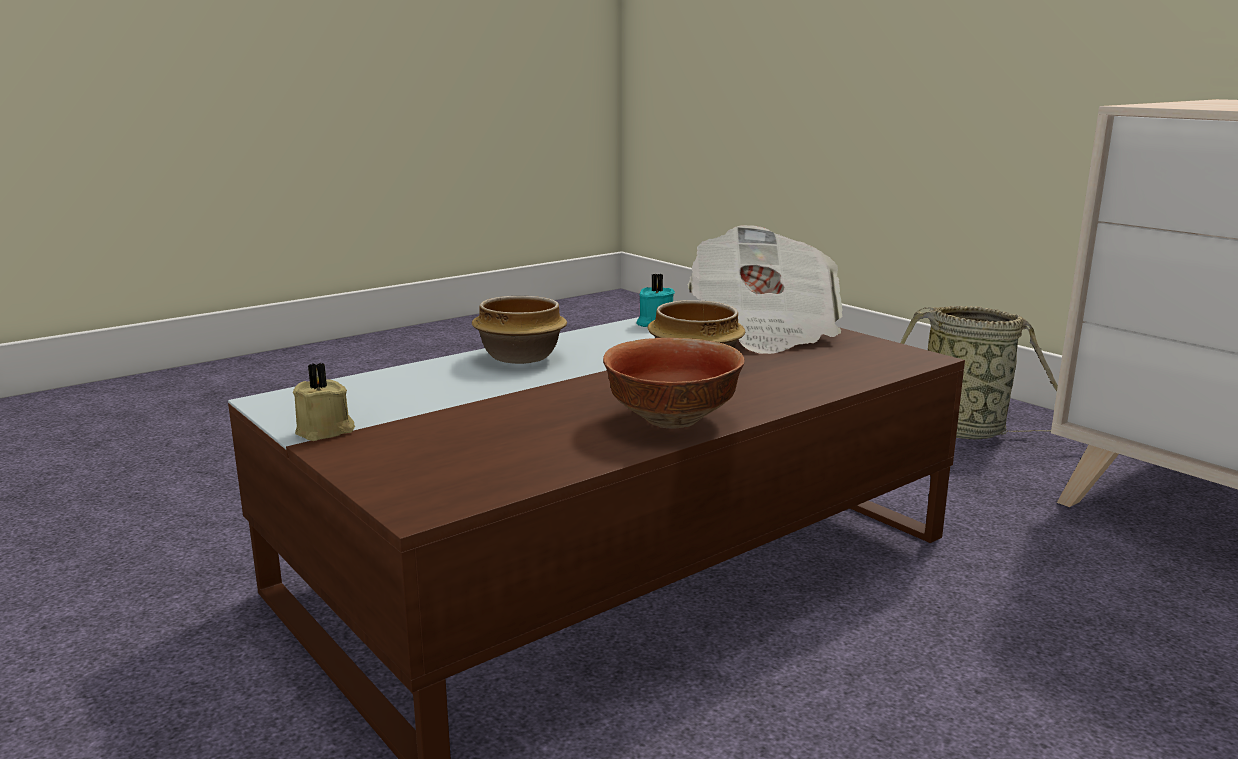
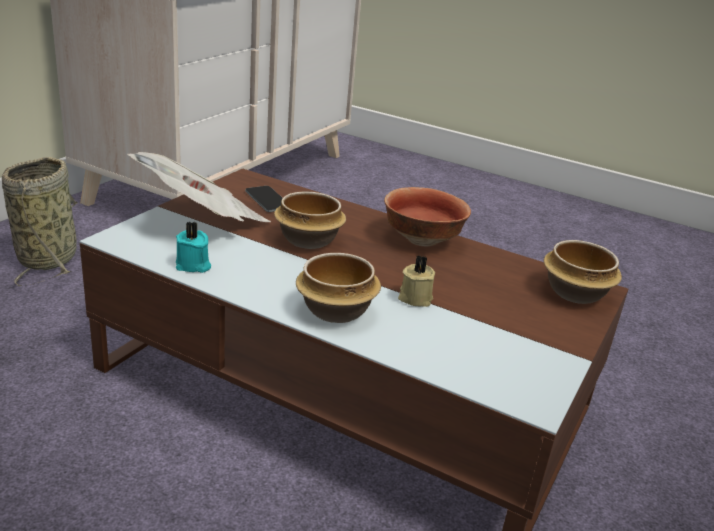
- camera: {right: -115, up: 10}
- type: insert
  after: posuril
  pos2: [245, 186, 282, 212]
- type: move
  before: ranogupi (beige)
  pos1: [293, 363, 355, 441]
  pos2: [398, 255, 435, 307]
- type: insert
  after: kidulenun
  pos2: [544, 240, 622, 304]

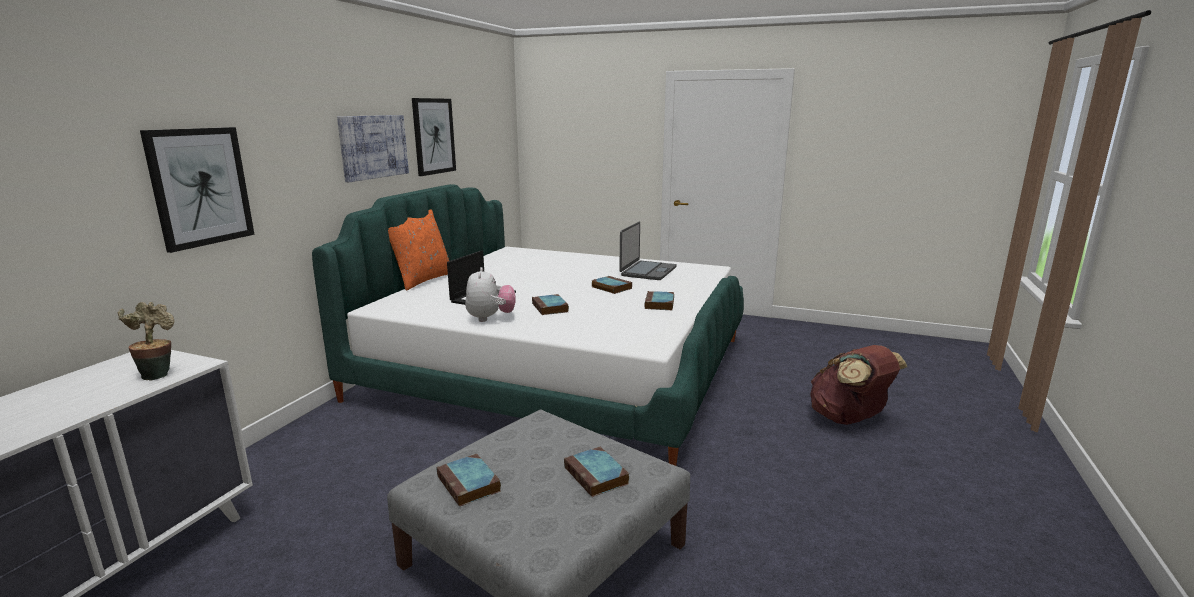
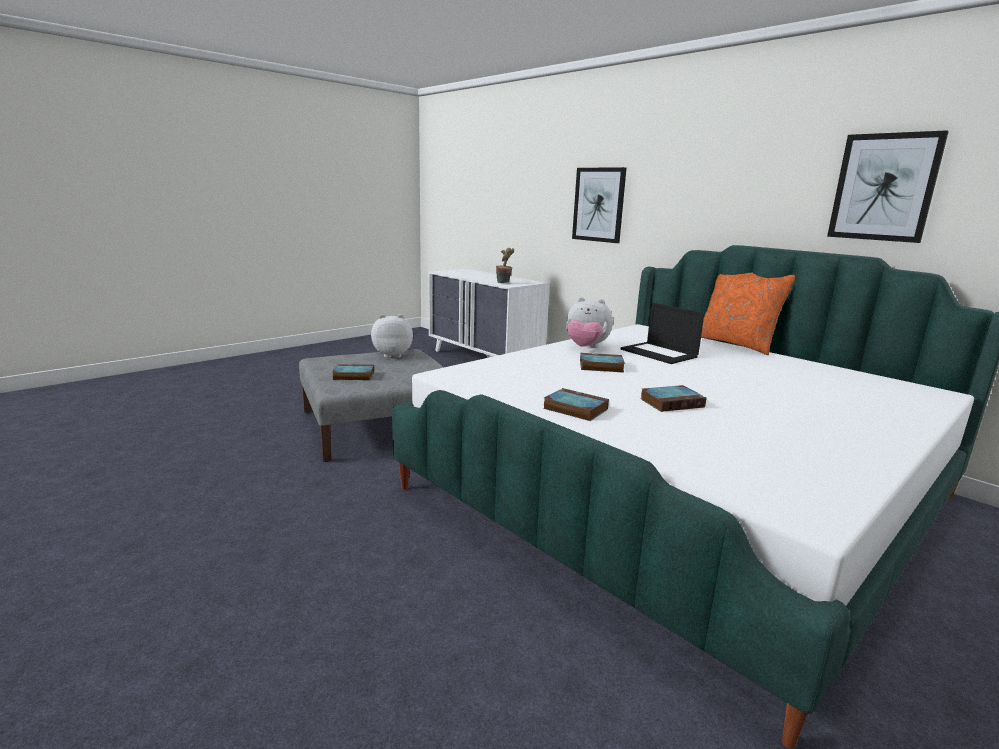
- camera: {right: 115, up: 0}
- type: replace
  before: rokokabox
  after: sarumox
  pos1: [437, 454, 501, 507]
  pos2: [371, 314, 413, 358]
- type: delete
  before: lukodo
  pos1: [337, 115, 409, 182]
- type: delete
  before: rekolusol
  pos1: [619, 222, 677, 280]
- type: delete
  before: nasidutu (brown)
  pos1: [811, 345, 907, 425]

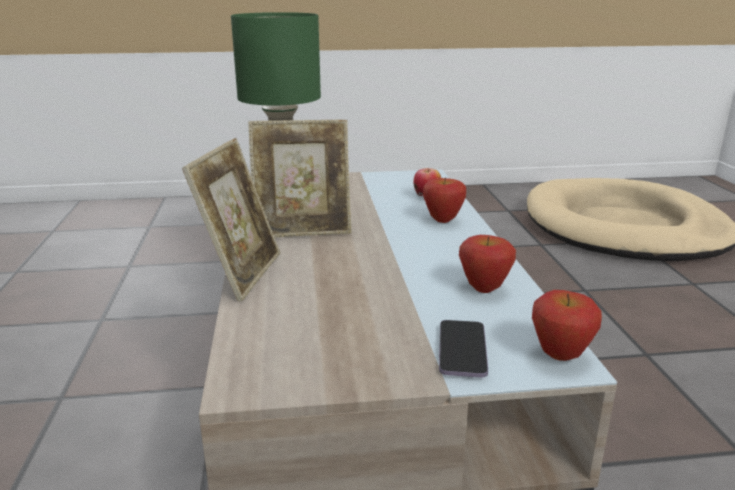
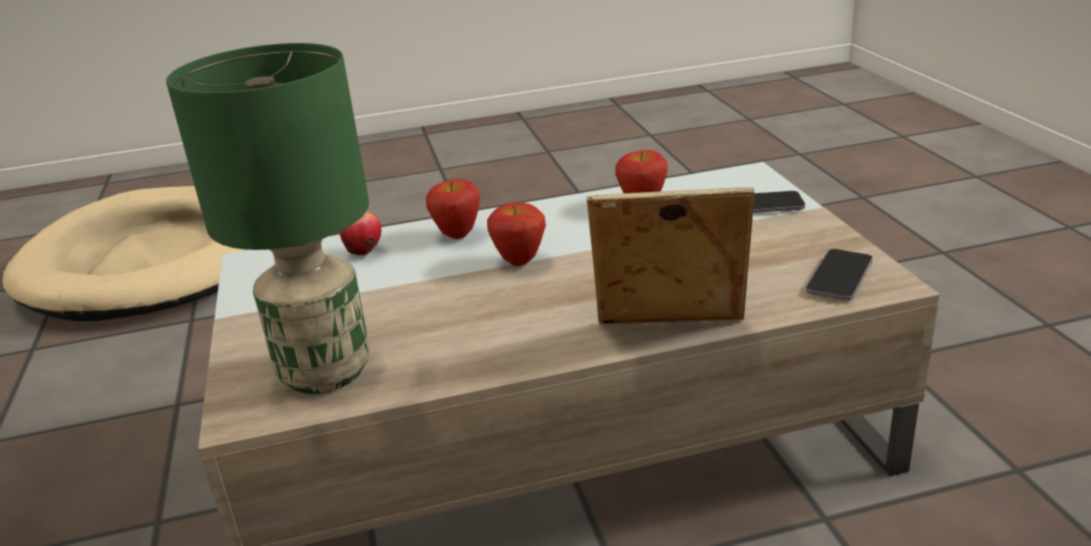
- camera: {right: -95, up: 5}
- type: move
  before: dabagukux
  pos1: [532, 290, 602, 361]
  pos2: [487, 203, 546, 266]
- type: insert
  after: posuril
  pos2: [806, 249, 873, 301]
- type: delete
  before: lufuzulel
  pos1: [248, 120, 352, 238]

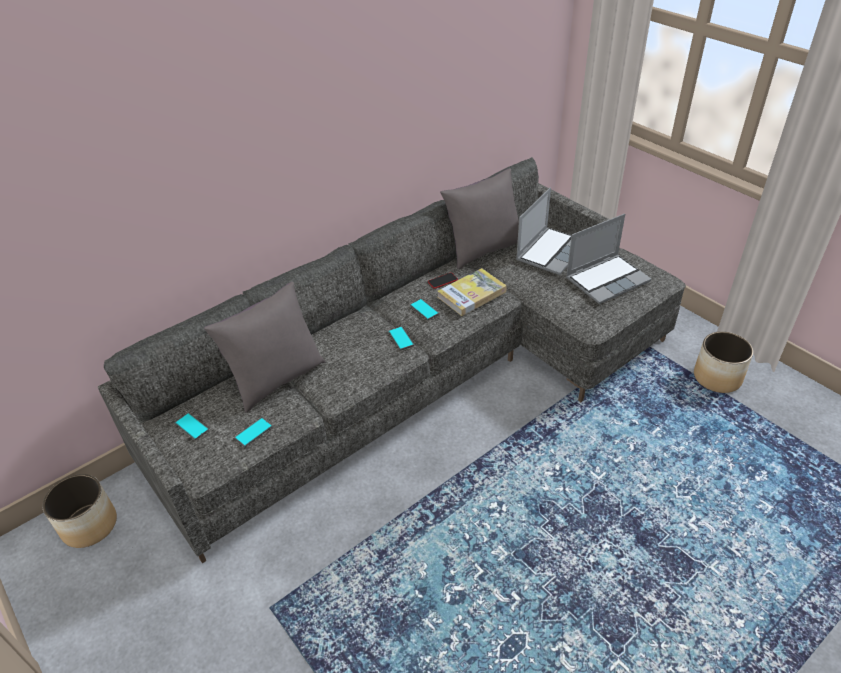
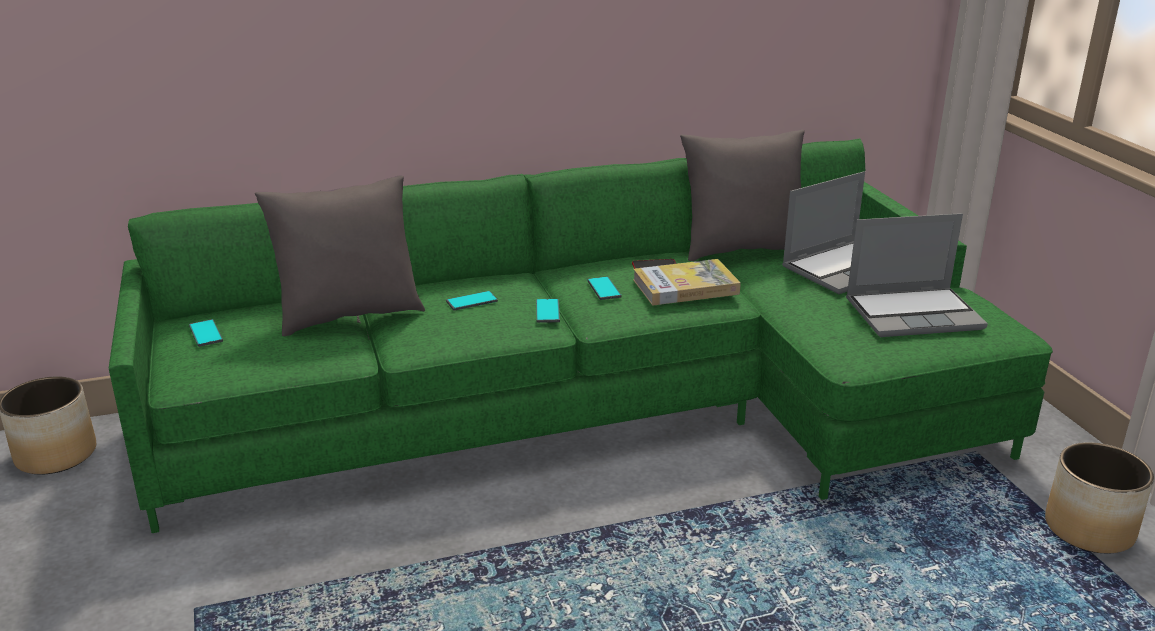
- camera: {right: 20, up: -15}
- type: recolor
  before: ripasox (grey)
  after: ripasox (green)
  pos1: [98, 157, 686, 563]
  pos2: [109, 138, 1053, 533]
- type: move
  before: posuril
  pos1: [234, 418, 272, 447]
  pos2: [446, 291, 498, 311]

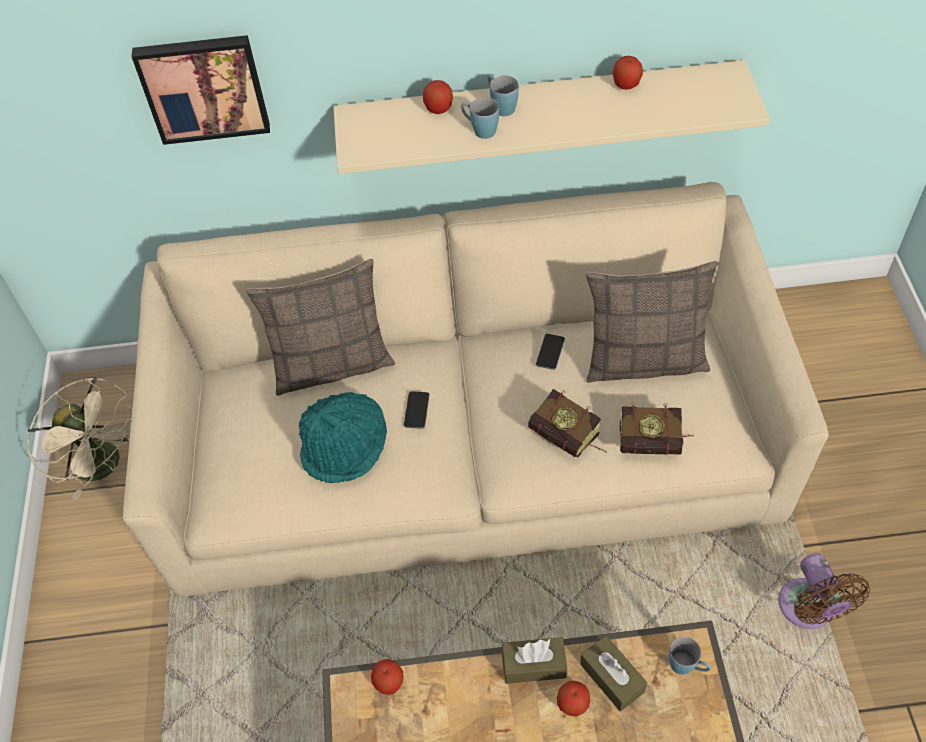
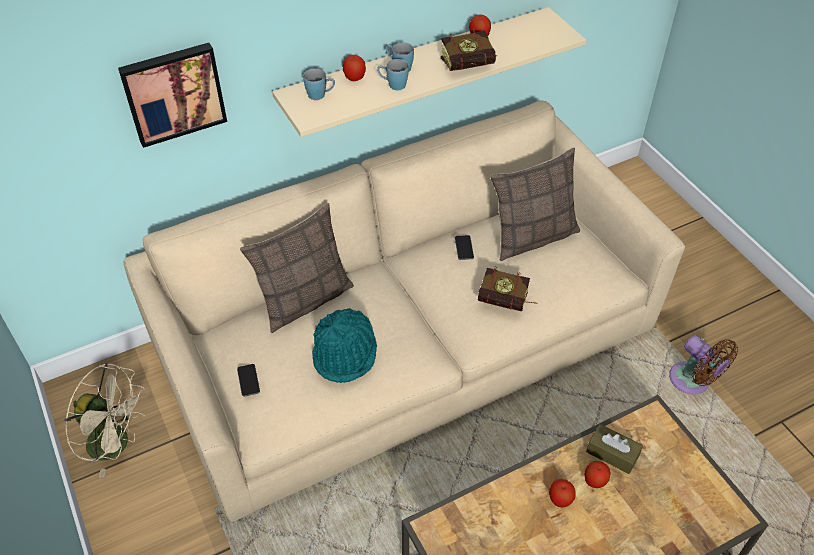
- camera: {right: -25, up: -5}
- type: move
  before: posuril
  pos1: [404, 391, 429, 429]
  pos2: [237, 364, 260, 397]
- type: move
  before: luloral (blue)
  pos1: [669, 637, 711, 675]
  pos2: [303, 68, 335, 100]
- type: move
  before: rokokabox
  pos1: [620, 403, 694, 455]
  pos2: [441, 29, 497, 71]
- type: move
  before: dabagukux
  pos1: [371, 659, 404, 695]
  pos2: [549, 479, 575, 507]
- type: delete
  before: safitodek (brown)
  pos1: [502, 637, 567, 684]

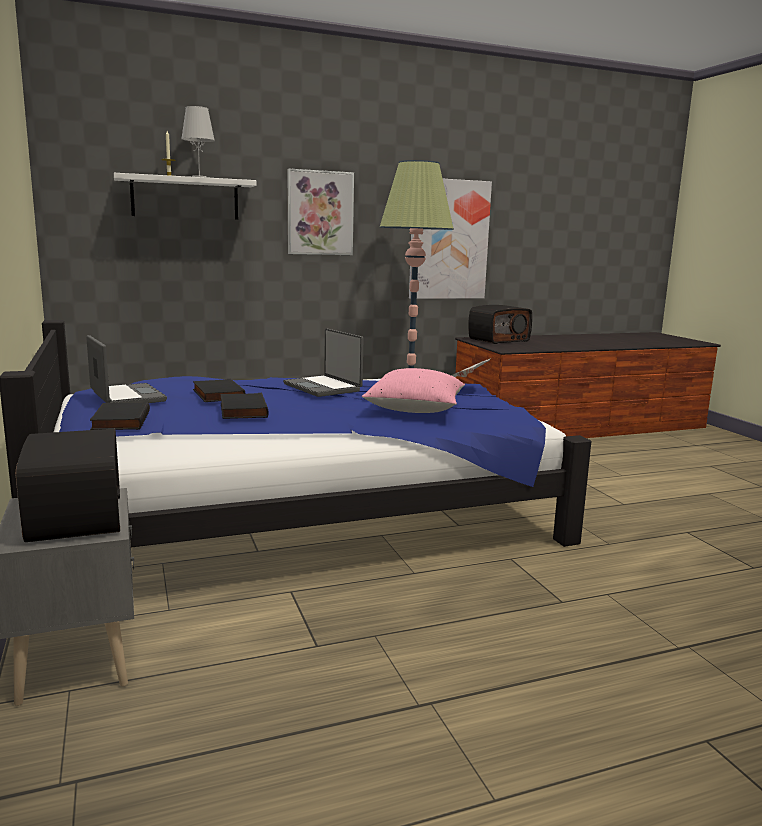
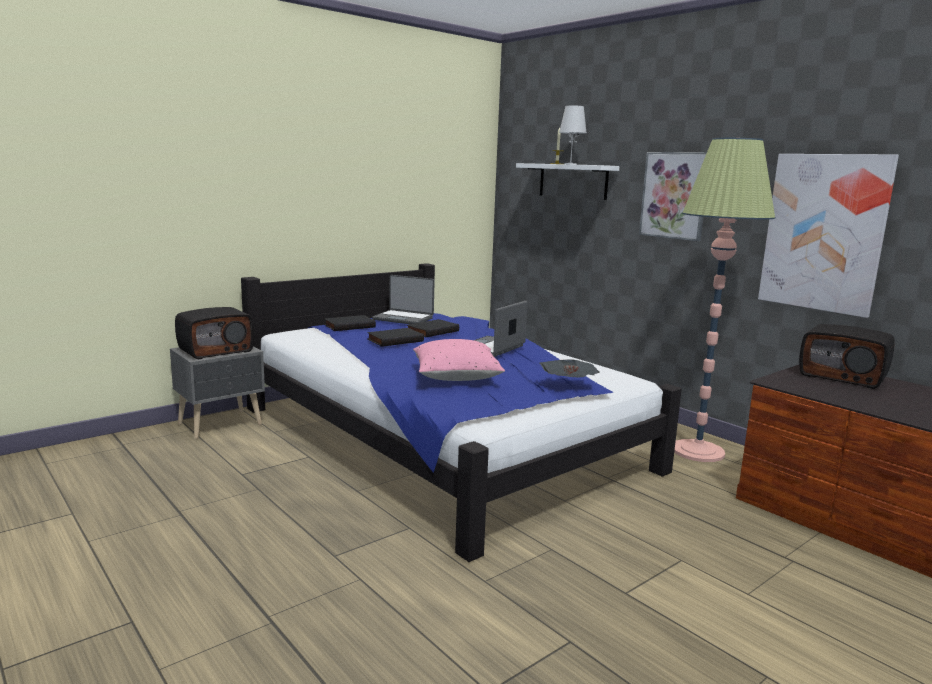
- camera: {right: 70, up: 0}
- type: rotate
  before: rekolusol
  pos1: [86, 335, 167, 403]
  pos2: [372, 275, 434, 324]
  turn: 75

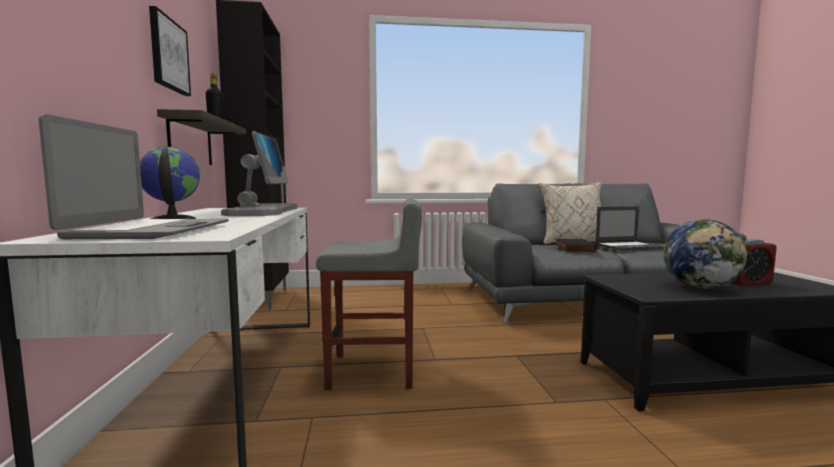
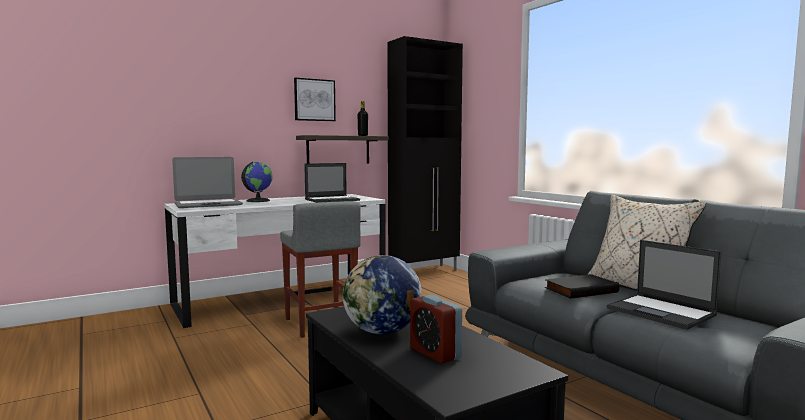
- camera: {right: 65, up: 0}
- type: replace
  before: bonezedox
  after: rekolusol
  pos1: [221, 131, 298, 216]
  pos2: [304, 163, 360, 203]

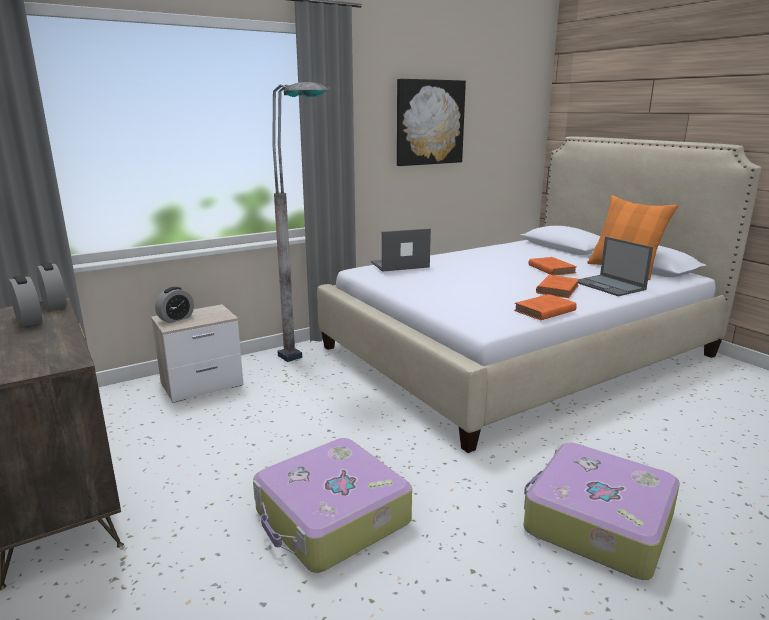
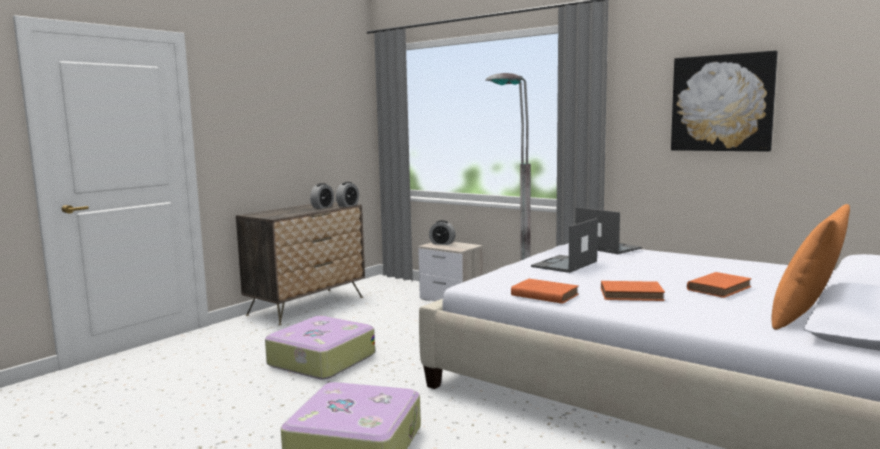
- camera: {right: 70, up: -10}
- type: move
  before: rekolusol
  pos1: [578, 237, 653, 296]
  pos2: [531, 218, 598, 273]

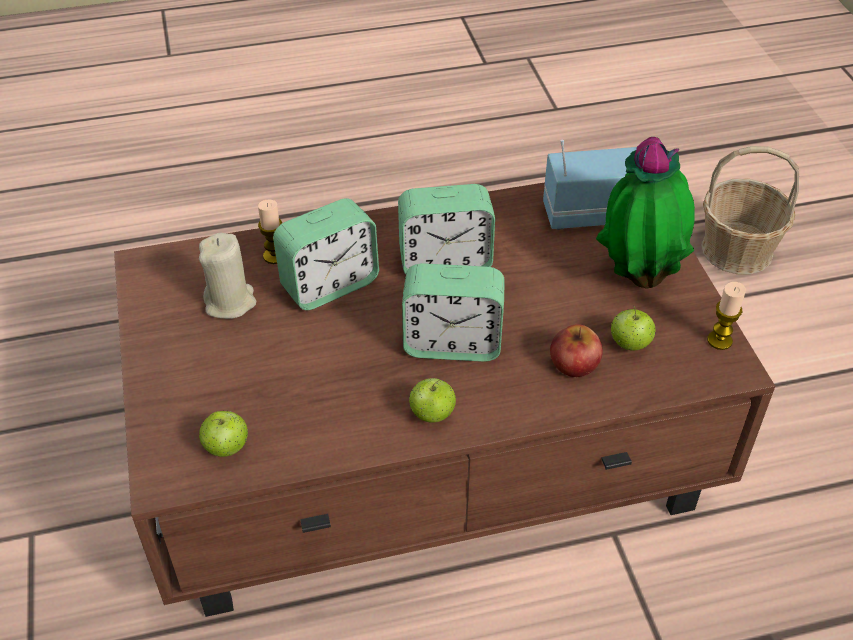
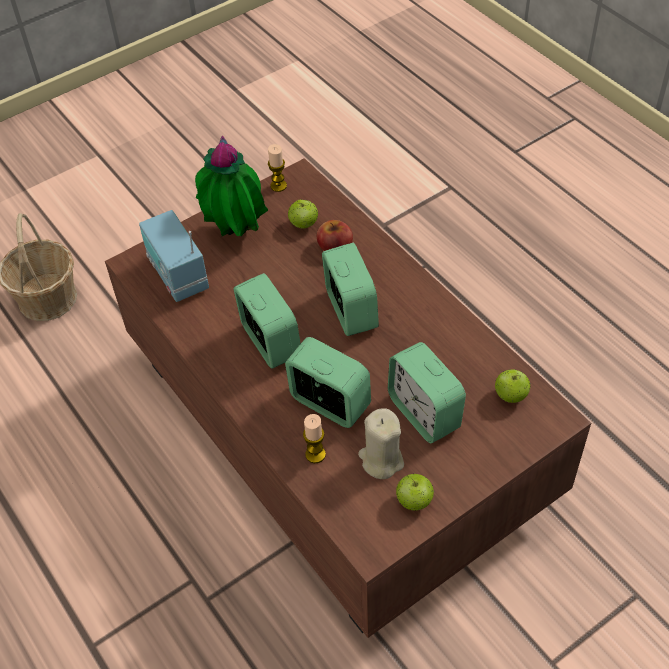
- camera: {right: -110, up: 5}
- type: insert
  after: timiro
  pos2: [388, 342, 466, 443]
- type: move
  before: dabagukux
  pos1: [409, 378, 456, 423]
  pos2: [396, 474, 434, 511]

